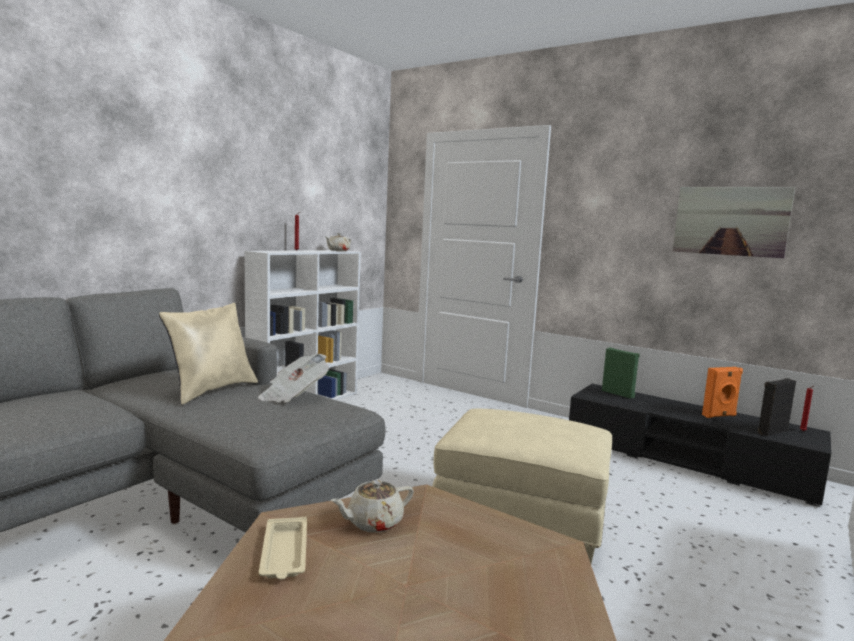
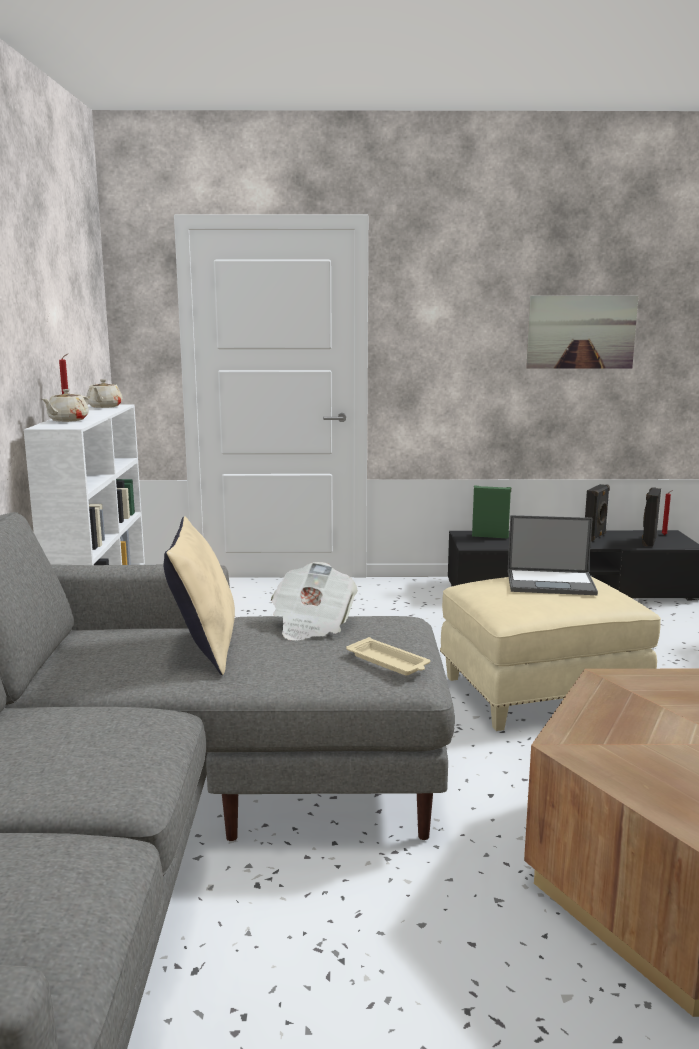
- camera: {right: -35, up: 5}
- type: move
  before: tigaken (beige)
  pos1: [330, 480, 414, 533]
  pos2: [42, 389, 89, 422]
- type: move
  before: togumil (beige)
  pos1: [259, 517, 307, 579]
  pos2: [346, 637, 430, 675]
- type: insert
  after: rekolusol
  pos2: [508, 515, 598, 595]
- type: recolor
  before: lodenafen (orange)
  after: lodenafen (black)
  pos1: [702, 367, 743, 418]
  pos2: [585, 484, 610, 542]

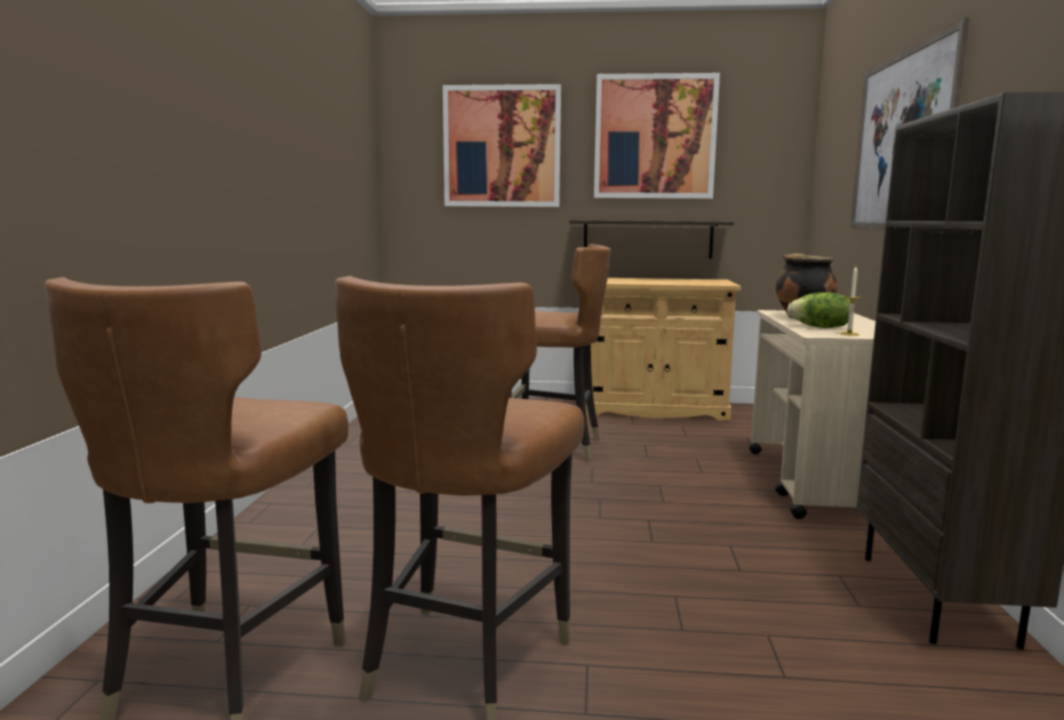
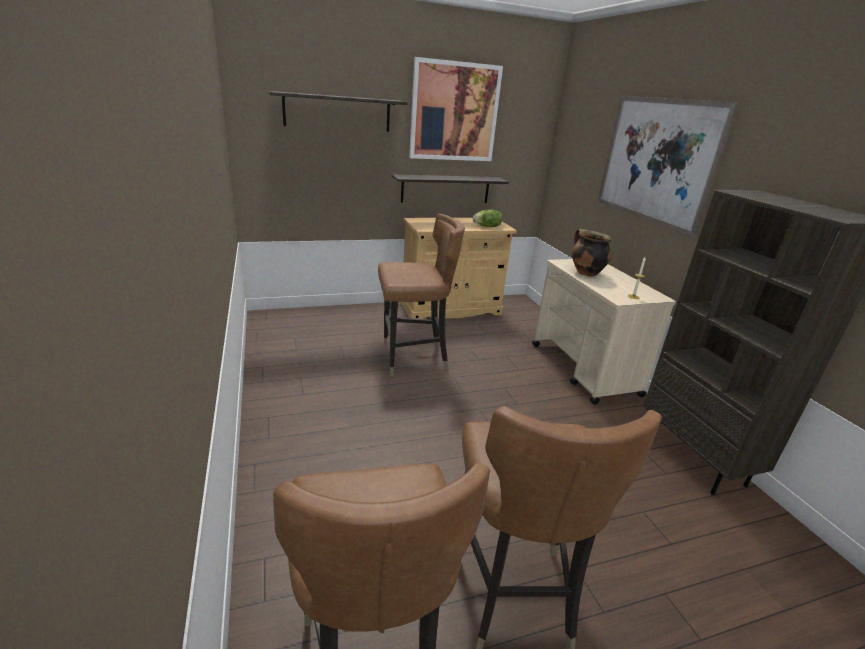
- camera: {right: -25, up: 15}
- type: replace
  before: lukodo
  after: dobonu
  pos1: [443, 84, 561, 207]
  pos2: [269, 91, 408, 132]
- type: move
  before: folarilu
  pos1: [787, 292, 850, 328]
  pos2: [473, 210, 502, 227]

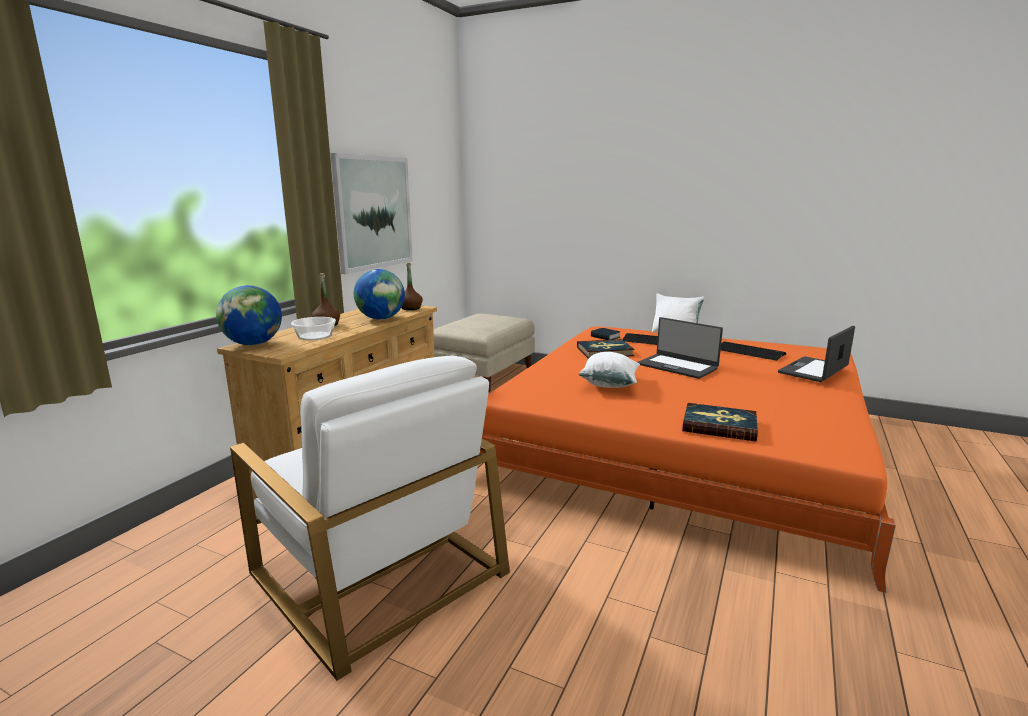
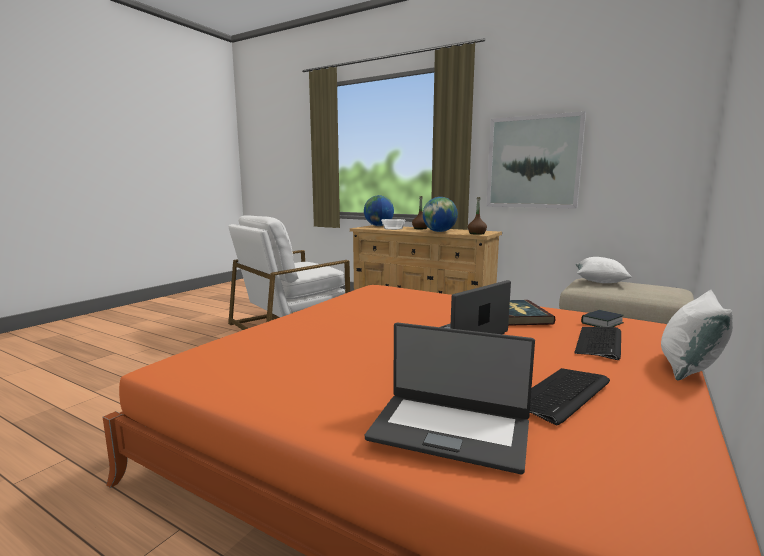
- camera: {right: 95, up: -5}
- type: rotate
  before: rekolusol
  pos1: [778, 326, 855, 382]
  pos2: [365, 323, 535, 474]
  turn: 150
- type: move
  before: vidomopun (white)
  pos1: [579, 352, 640, 388]
  pos2: [576, 257, 632, 283]
- type: delete
  before: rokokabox
  pos1: [682, 403, 758, 442]

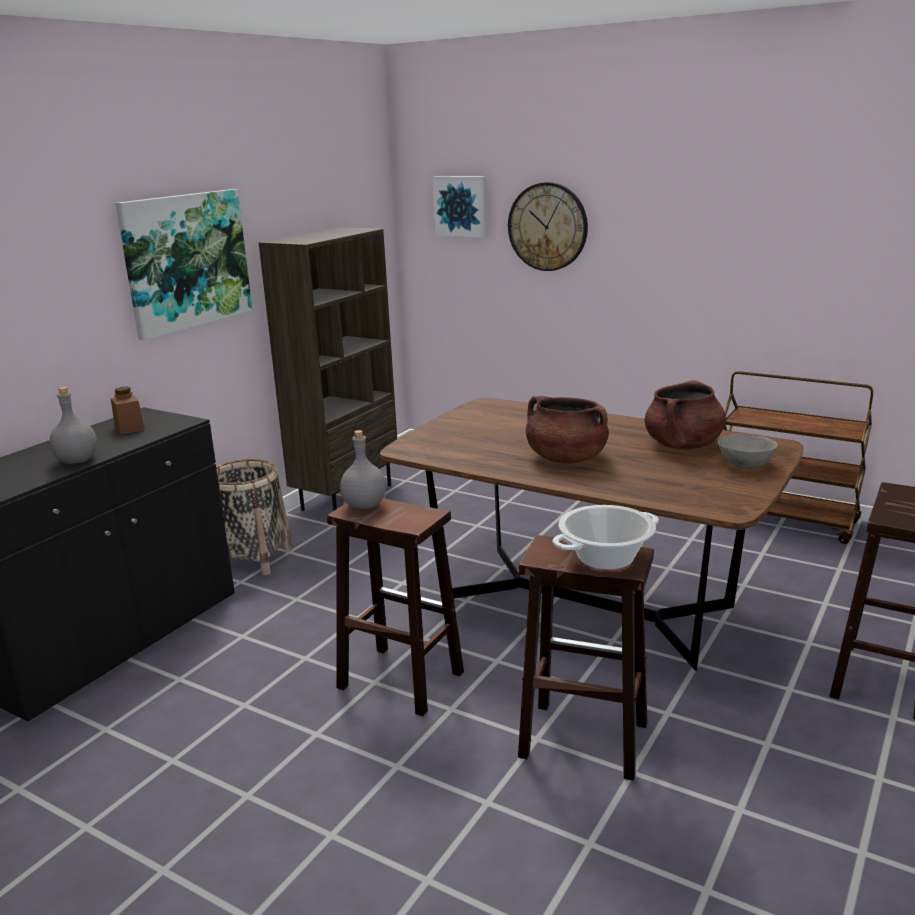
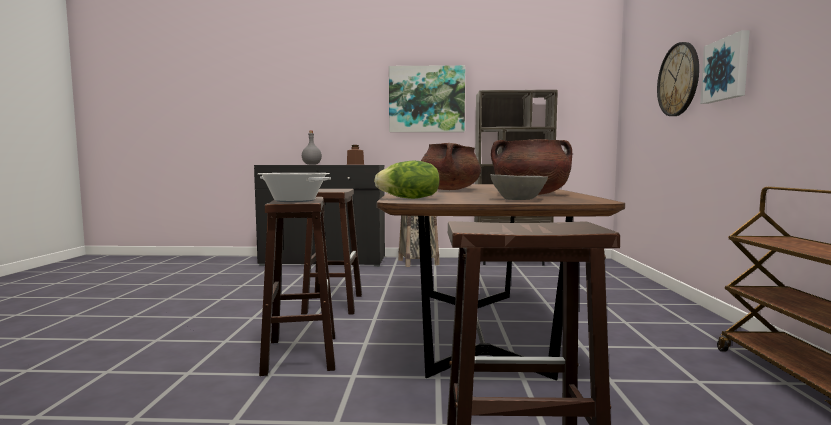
- camera: {right: 60, up: -15}
- type: insert
  after: folarilu
  pos2: [374, 161, 440, 199]
- type: move
  before: lukodo
  pos1: [433, 176, 488, 237]
  pos2: [700, 30, 750, 104]
- type: delete
  before: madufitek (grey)
  pos1: [340, 430, 386, 509]

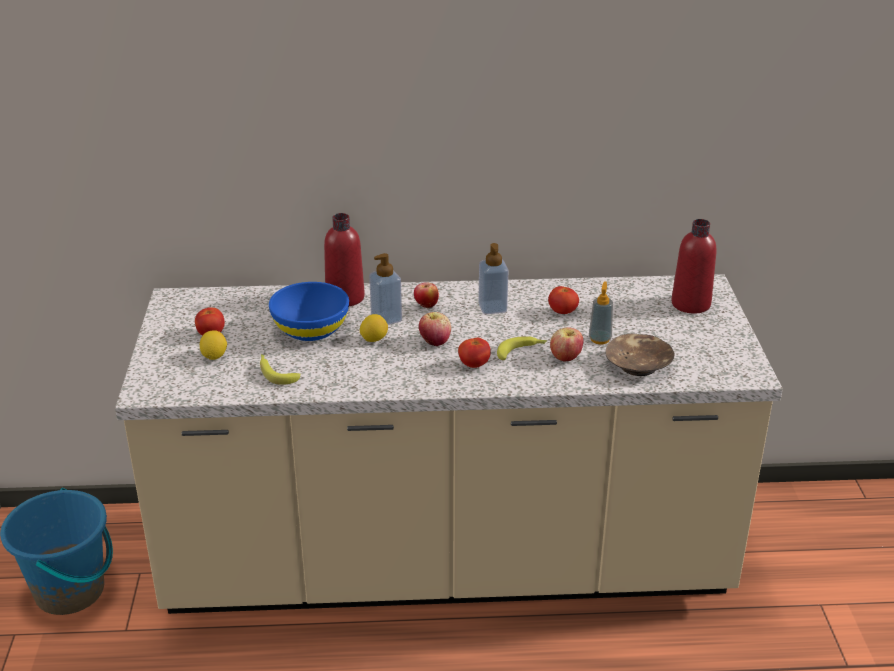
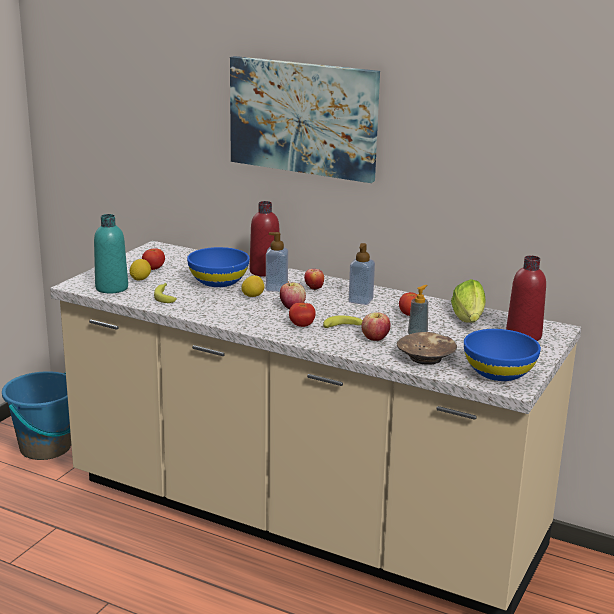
- camera: {right: 30, up: -10}
- type: insert
  after: madufitek (turquoise)
  pos2: [94, 214, 128, 293]
- type: insert
  after: lukodo
  pos2: [230, 56, 380, 183]
- type: insert
  after: folarilu
  pos2: [451, 279, 485, 323]
- type: insert
  after: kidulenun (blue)
  pos2: [464, 329, 541, 381]

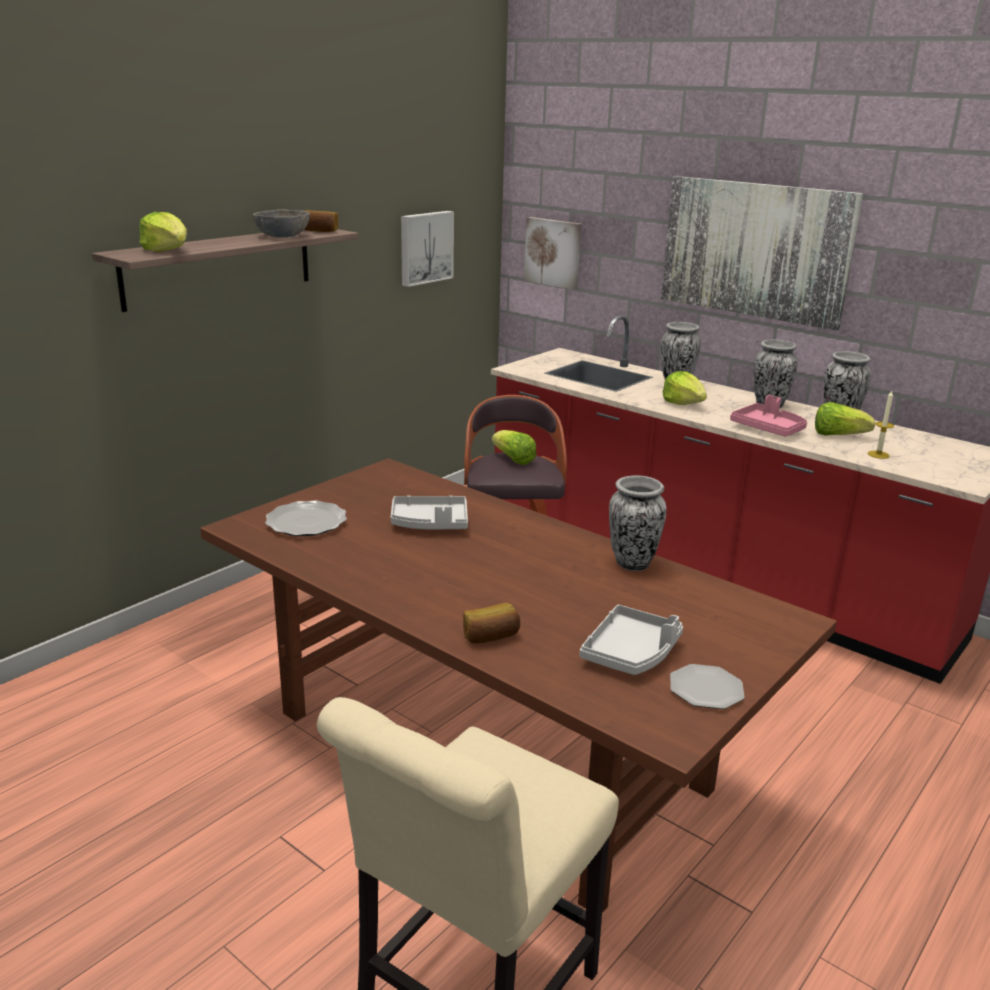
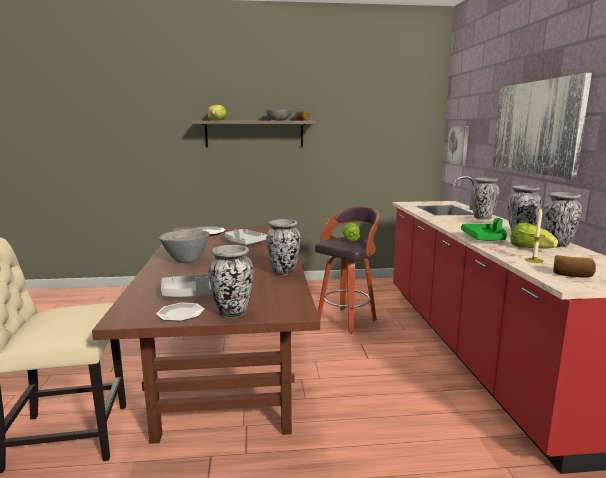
- camera: {right: 45, up: -10}
- type: insert
  after: kidulenun (grey)
  pos2: [159, 229, 210, 263]
- type: insert
  after: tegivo
  pos2: [209, 245, 253, 318]
- type: recolor
  before: togumil (pink)
  after: togumil (green)
  pos1: [730, 395, 807, 437]
  pos2: [461, 218, 507, 241]
- type: move
  before: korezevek
  pos1: [463, 603, 520, 644]
  pos2: [553, 255, 596, 278]
- type: delete
  before: lukodo
  pos1: [401, 211, 454, 287]
- type: delete
  before: folarilu
  pos1: [663, 371, 707, 405]

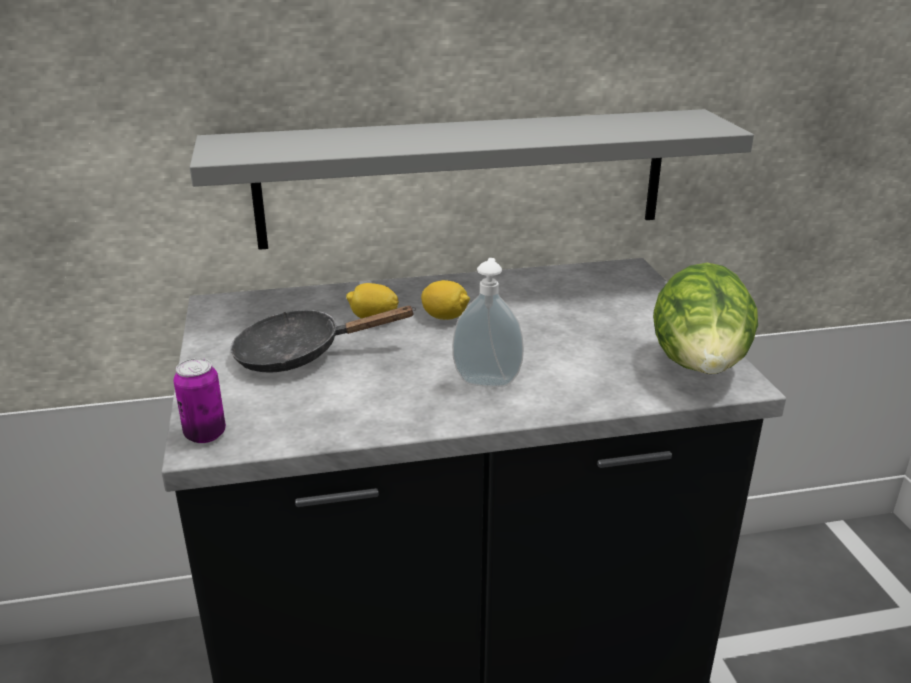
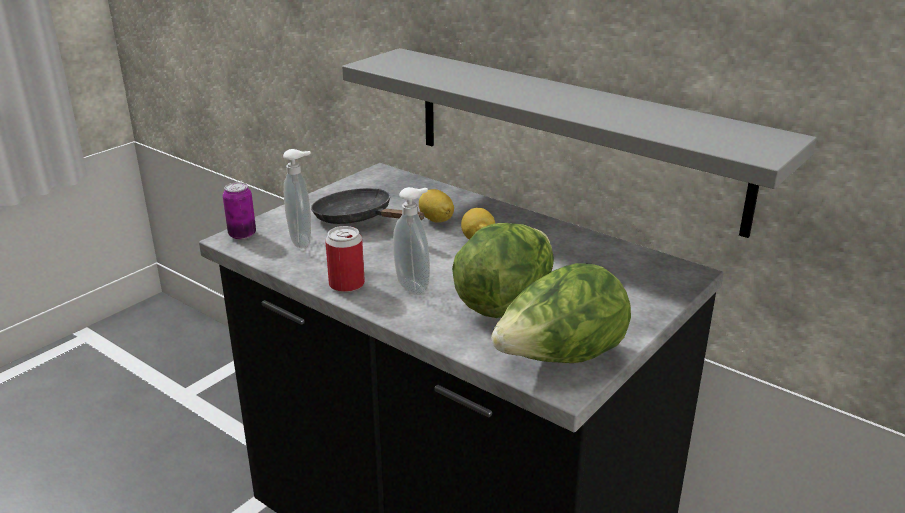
- camera: {right: 50, up: 0}
- type: insert
  after: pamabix
  pos2: [283, 149, 311, 248]
- type: insert
  after: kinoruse
  pos2: [325, 226, 365, 292]
- type: insert
  after: folarilu
  pos2: [452, 223, 554, 318]

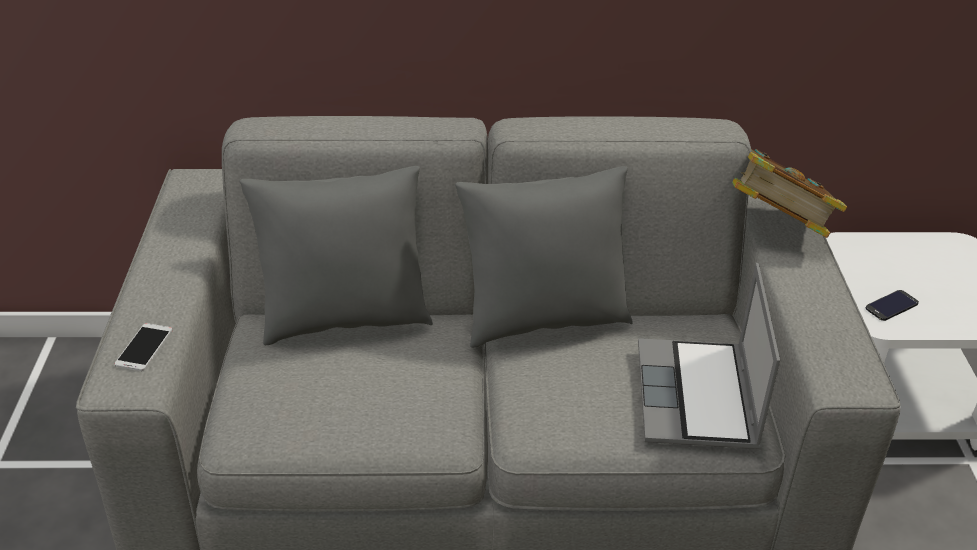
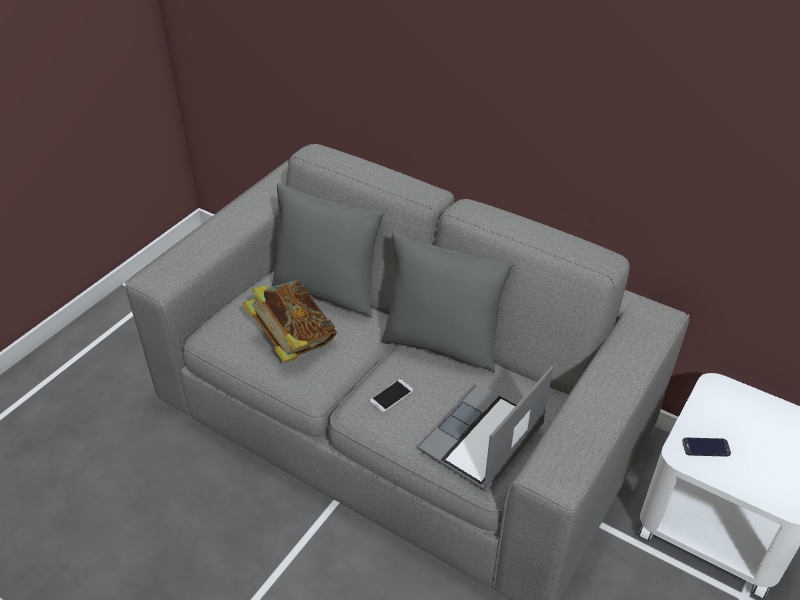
- camera: {right: 35, up: 5}
- type: move
  before: rokokabox
  pos1: [732, 149, 847, 238]
  pos2: [243, 280, 337, 363]
- type: move
  before: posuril
  pos1: [115, 323, 173, 371]
  pos2: [370, 379, 414, 413]

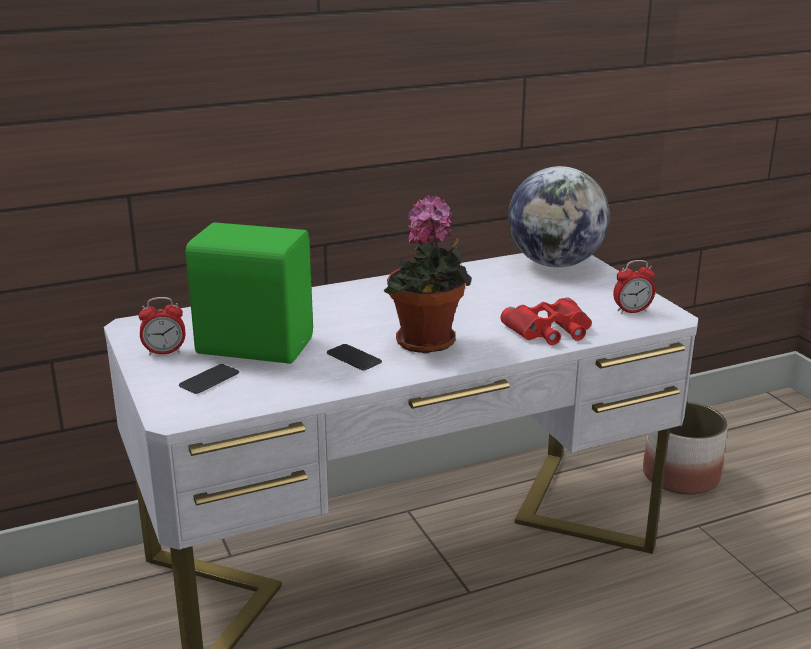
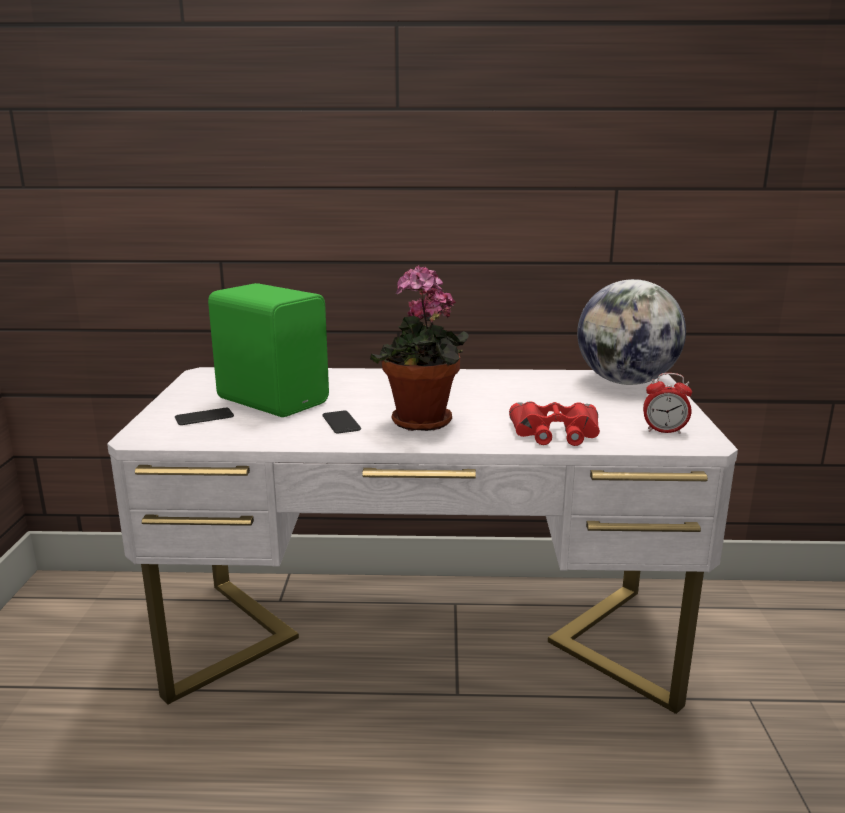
- camera: {right: 25, up: -5}
- type: delete
  before: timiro
  pos1: [139, 297, 185, 356]
- type: delete
  before: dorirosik
  pos1: [643, 401, 728, 494]

